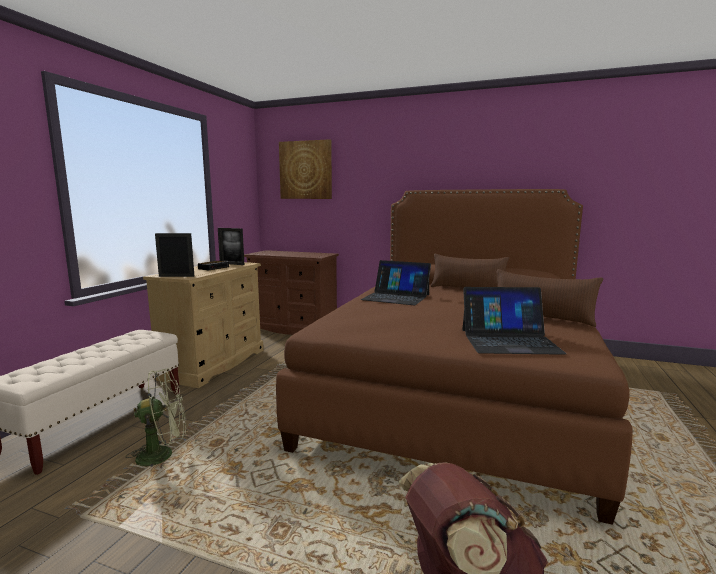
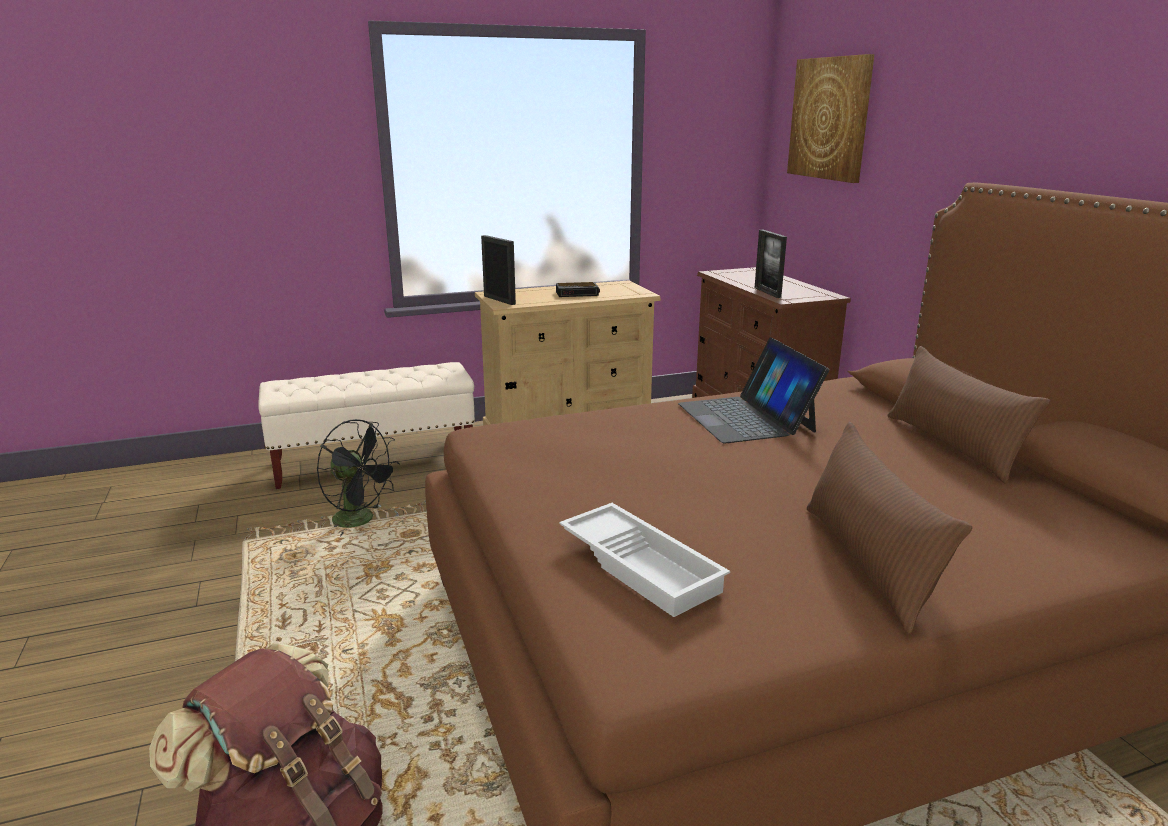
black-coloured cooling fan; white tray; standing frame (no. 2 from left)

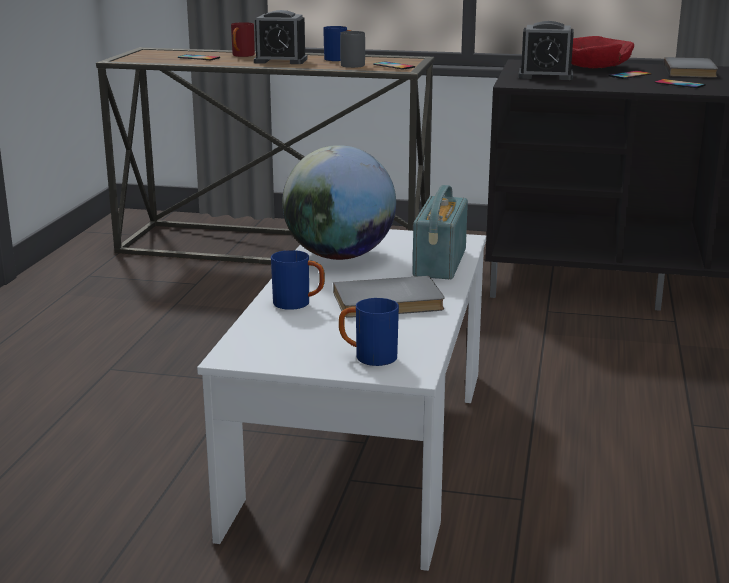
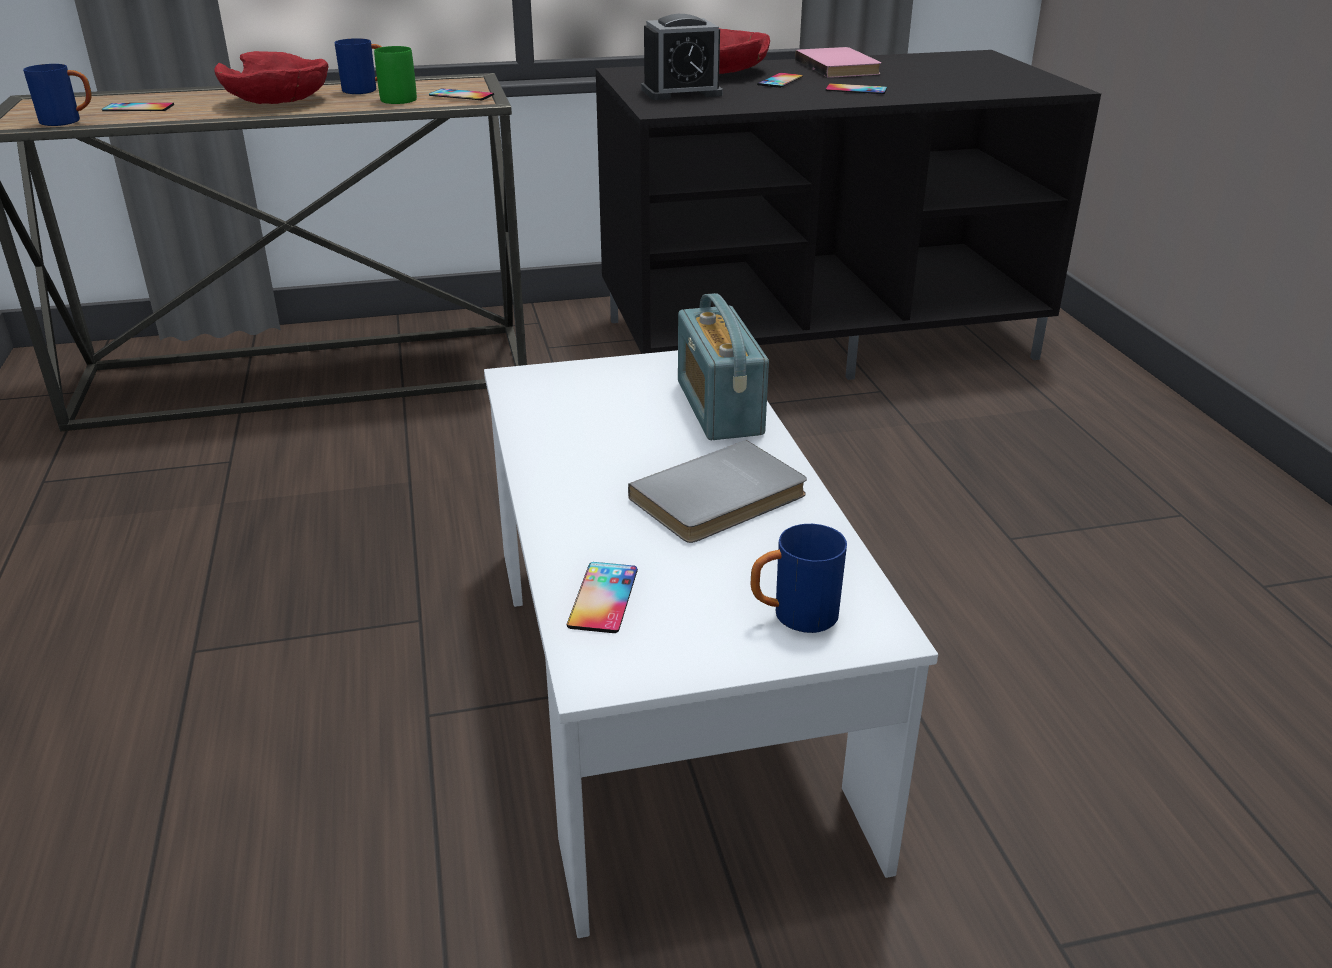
blue coffee mug (no. 1 from left); reddish deep dish (no. 1 from left); greenish coffee mug; phone (no. 3 from left); pink bound book; reddish coffee mug; desk globe

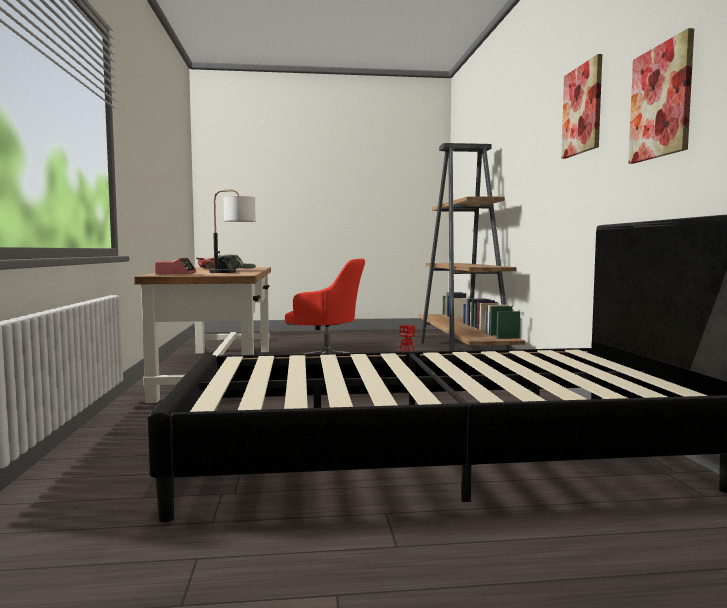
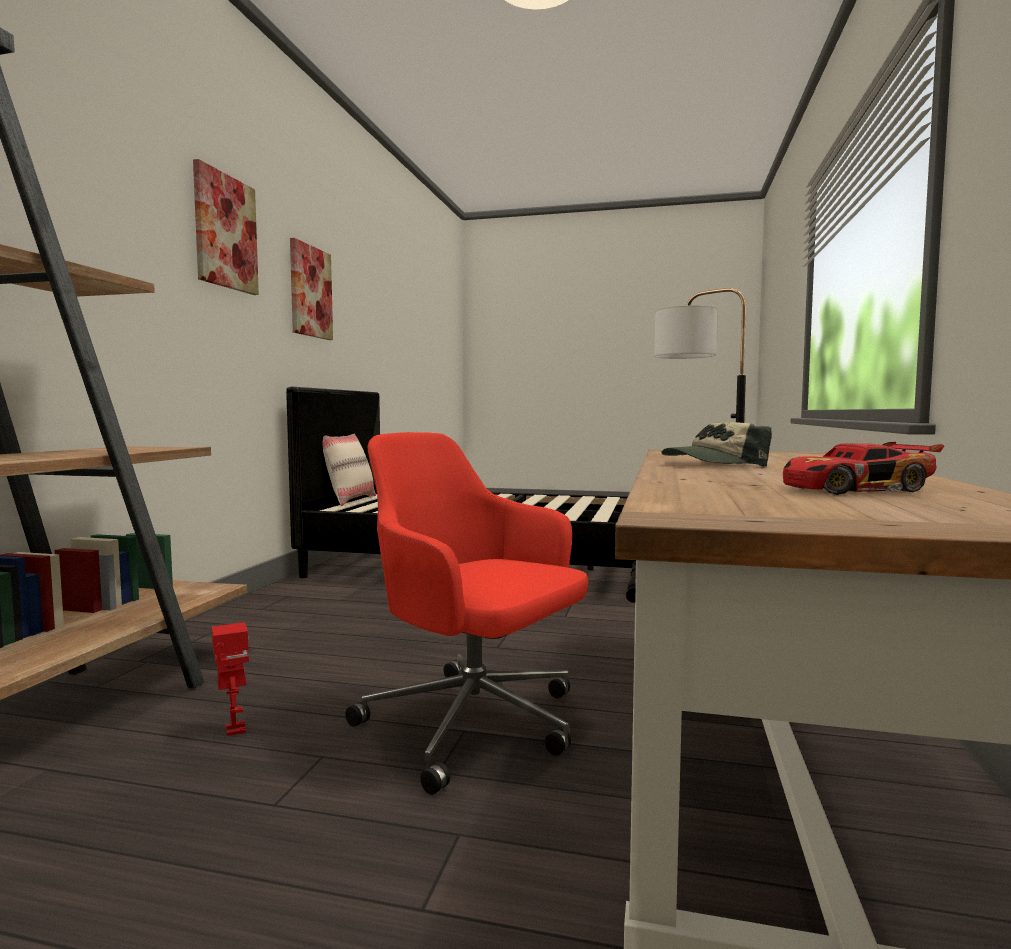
beige throw pillow; table clock

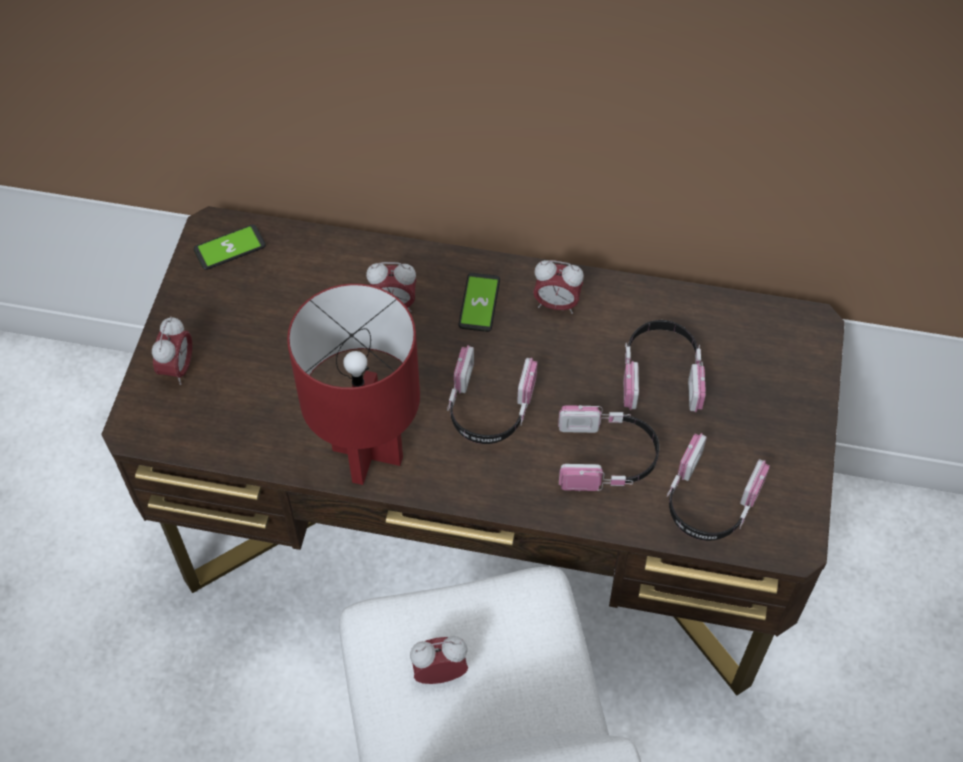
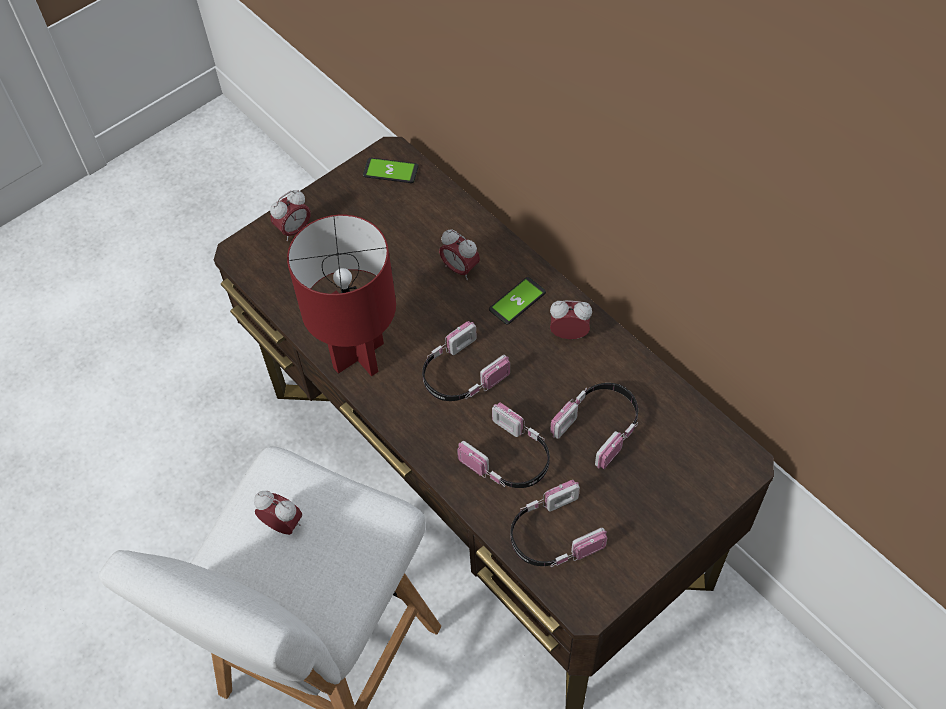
table clock (no. 4 from left)

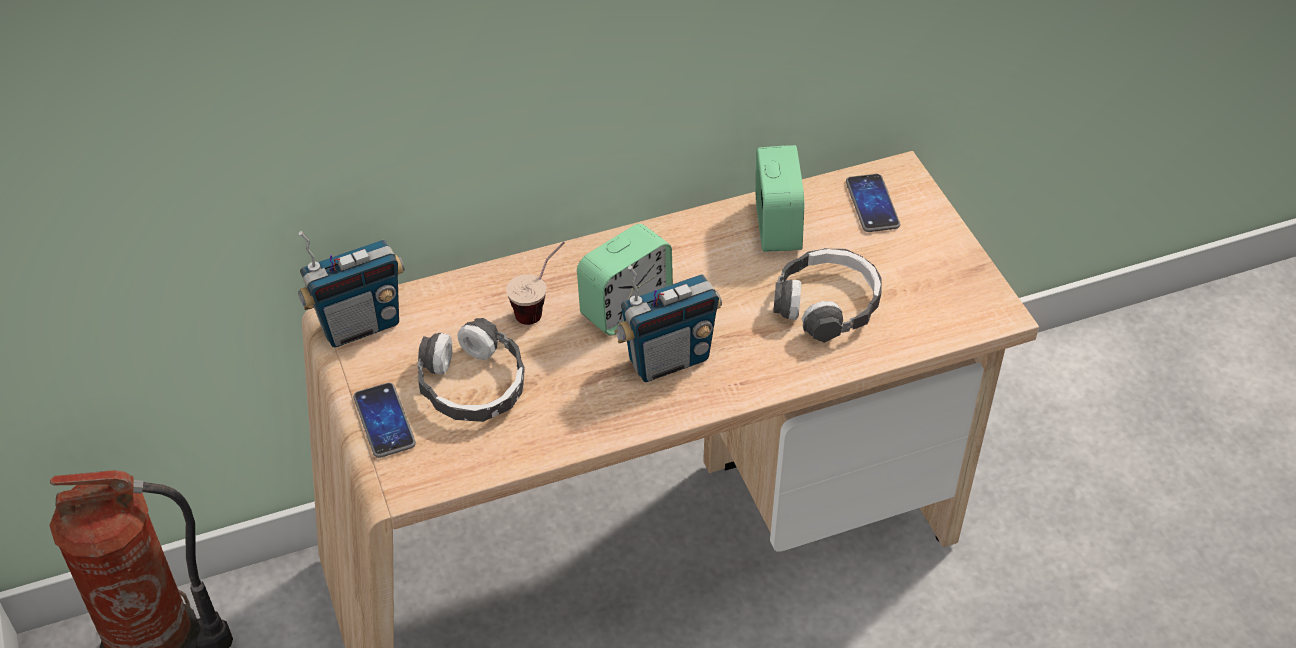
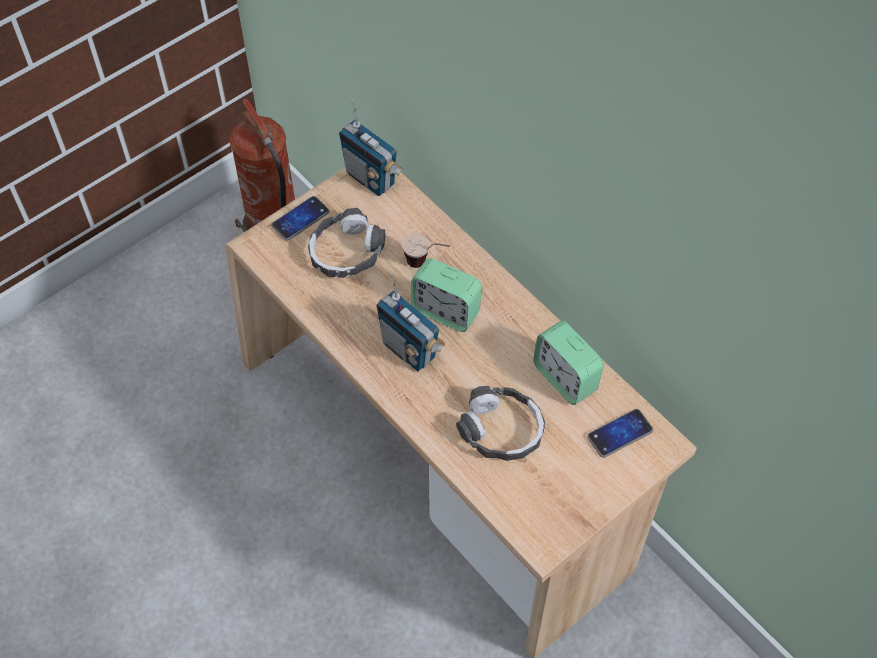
table clock (no. 2 from left)

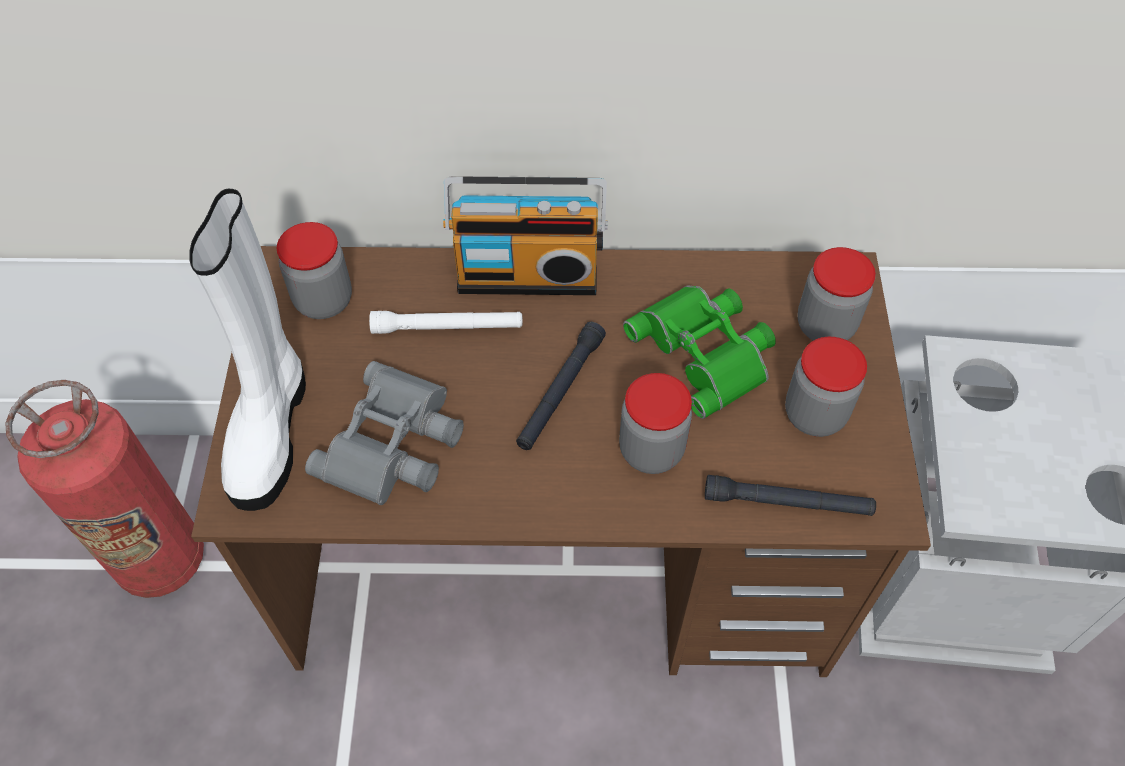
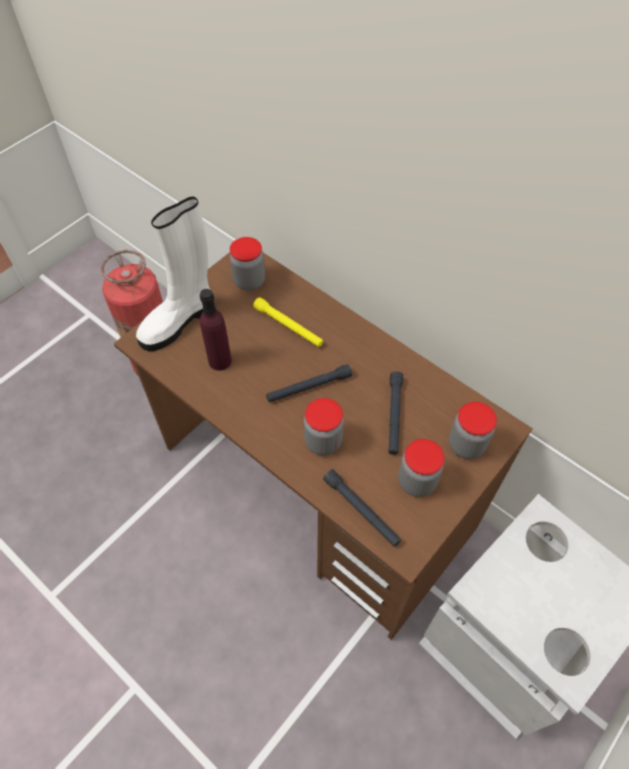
purple beverage bottle; yellow torch; black-coloured torch (no. 3 from left); radio

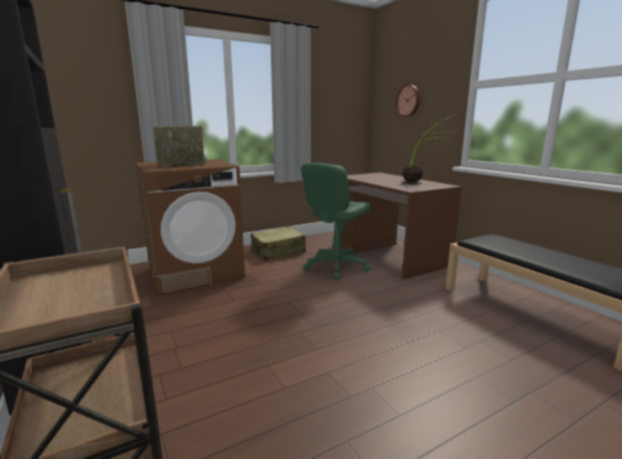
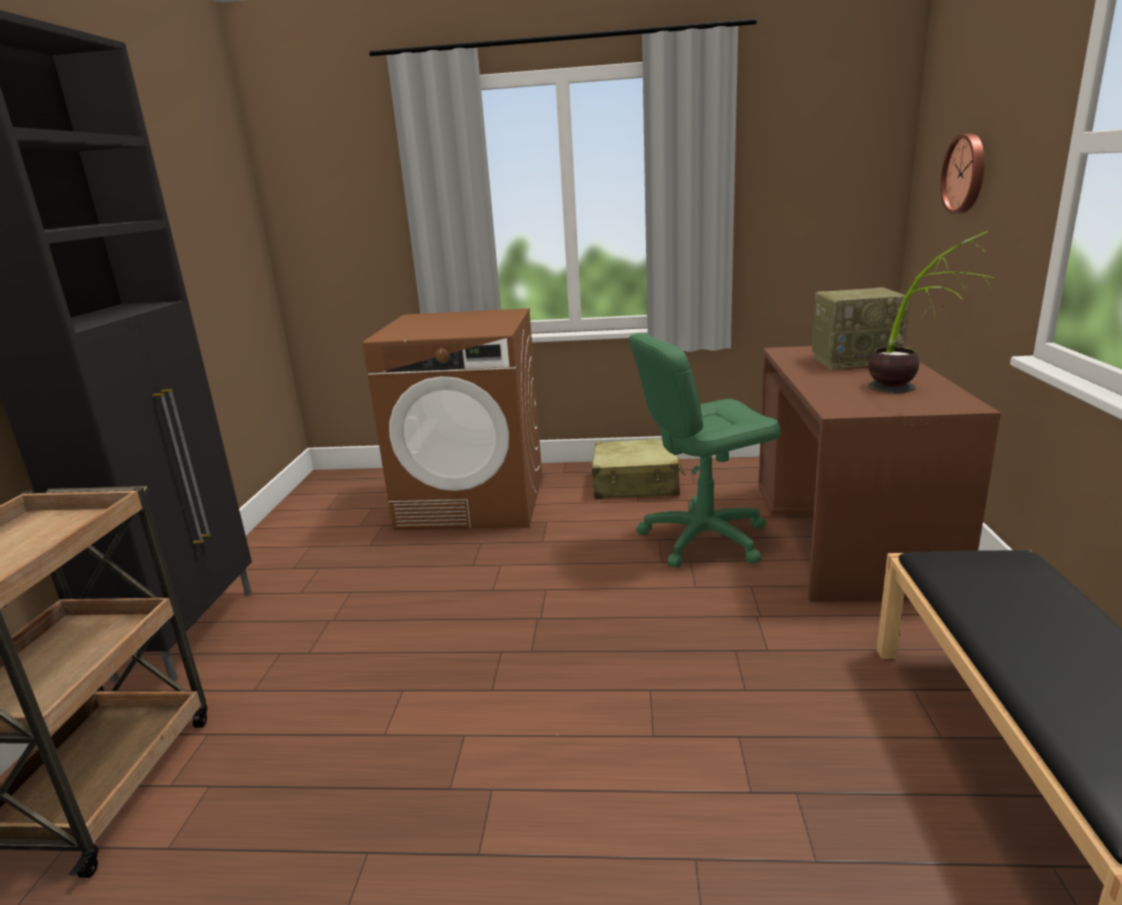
radio

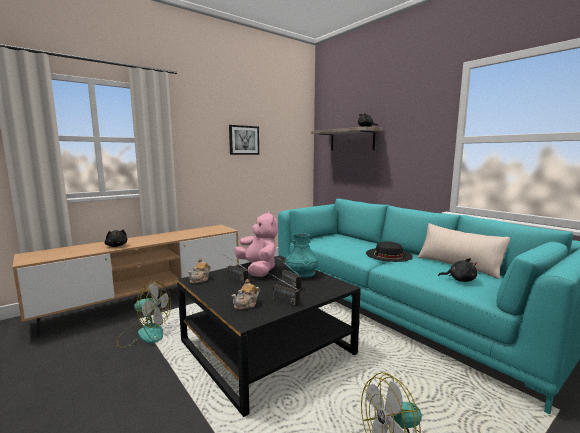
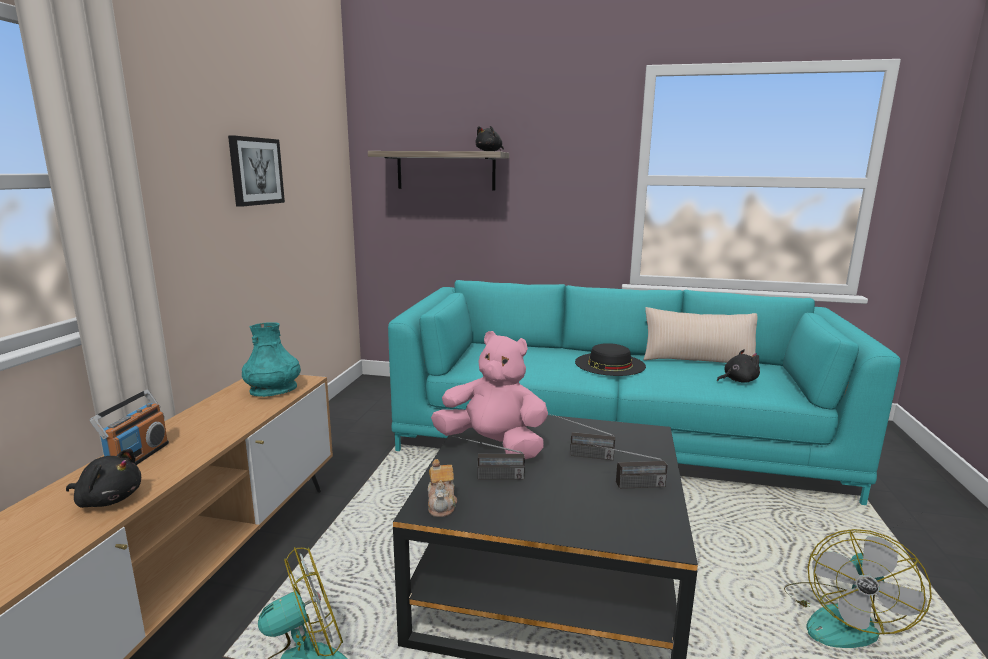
radio (no. 1 from left); turquoise-coloured flower vase; tea pot (no. 2 from left in the first image)

